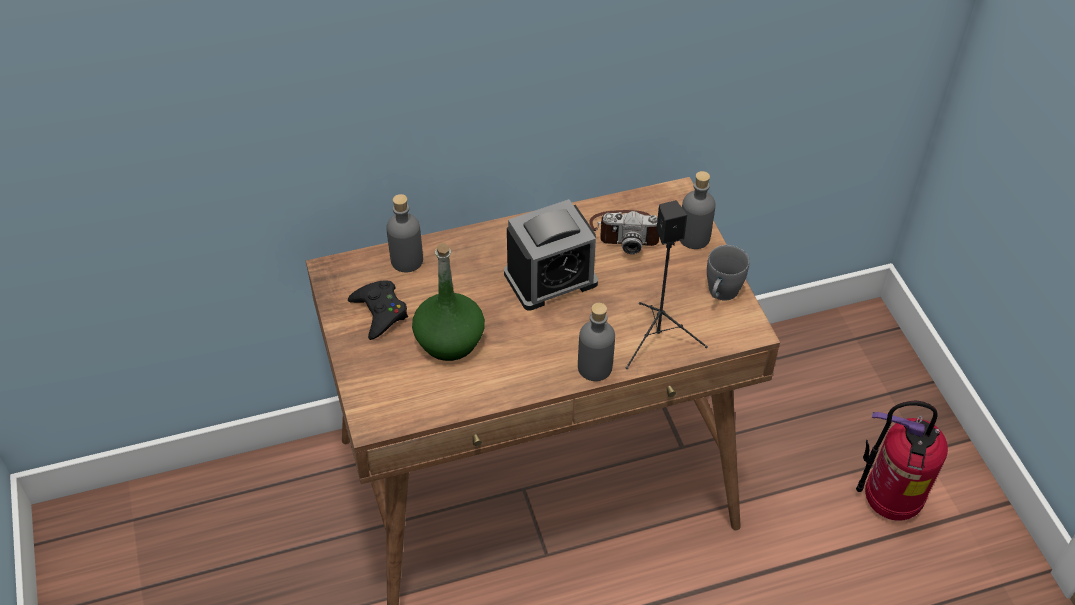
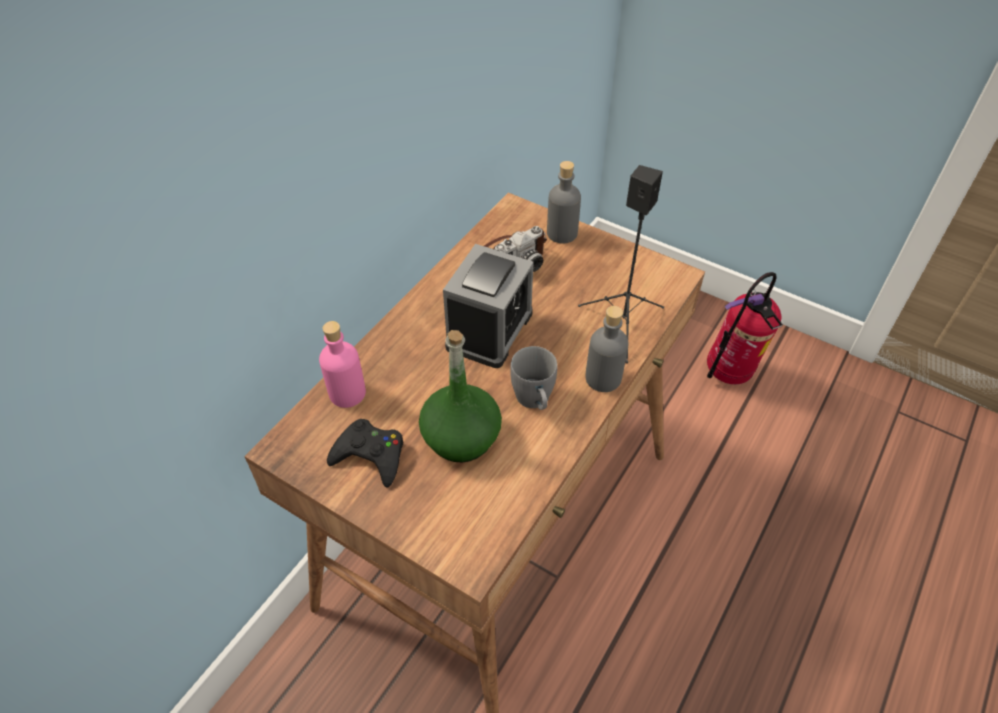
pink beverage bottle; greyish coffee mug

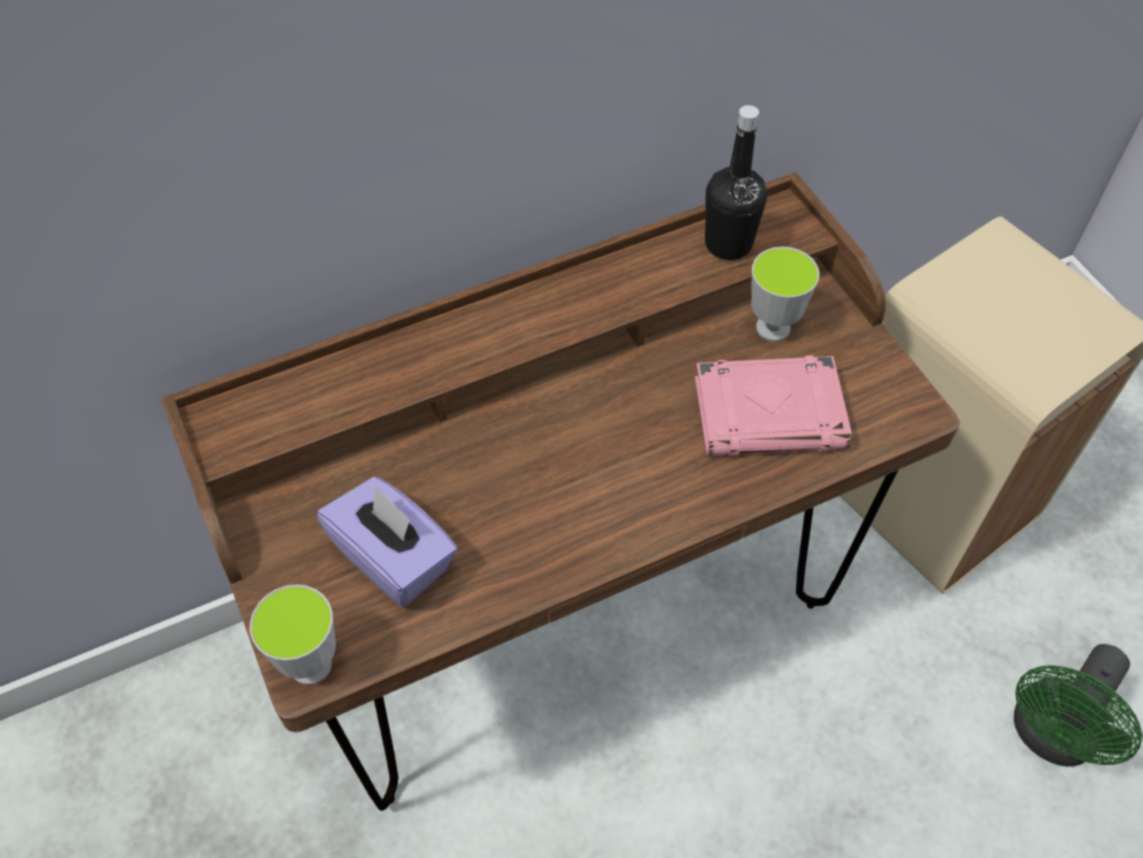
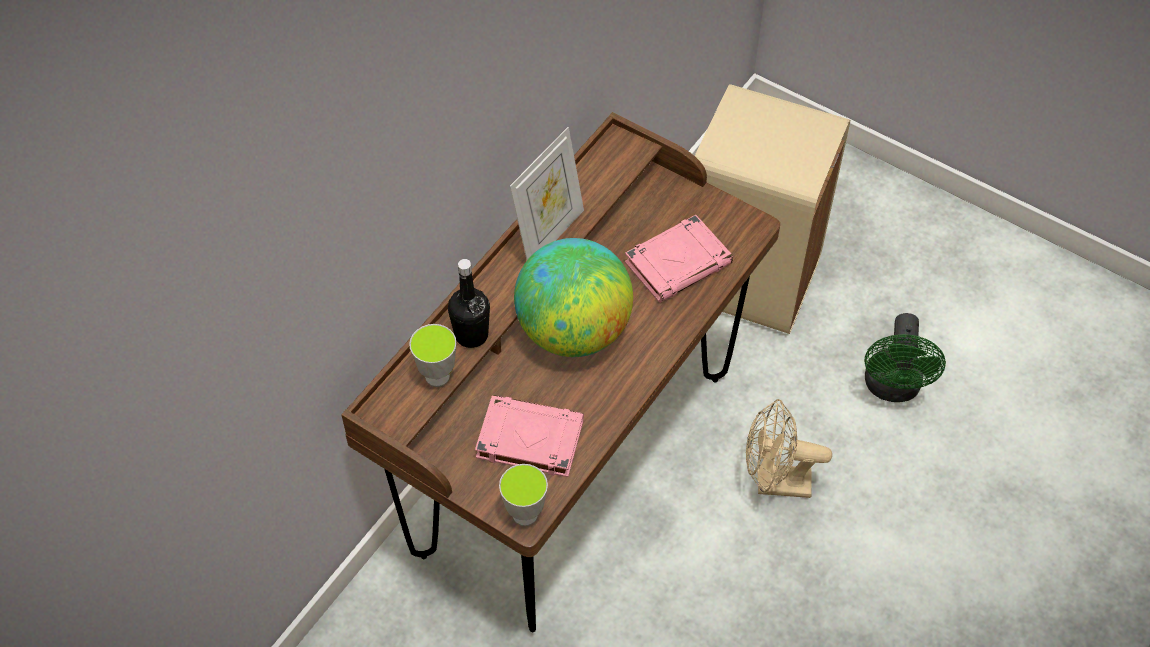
small cup (no. 1 from left); black-coloured beverage bottle; pink bound book (no. 1 from left); standing frame; desk globe; beige cooling fan

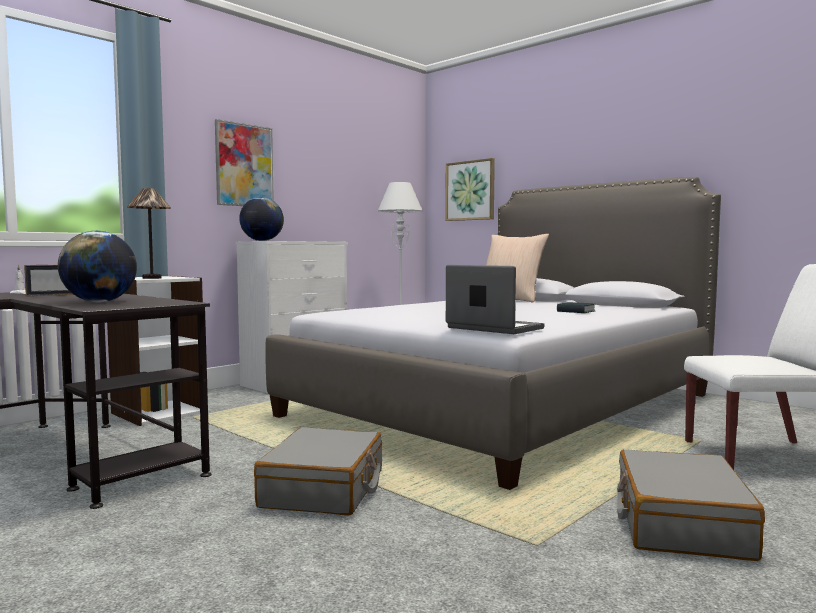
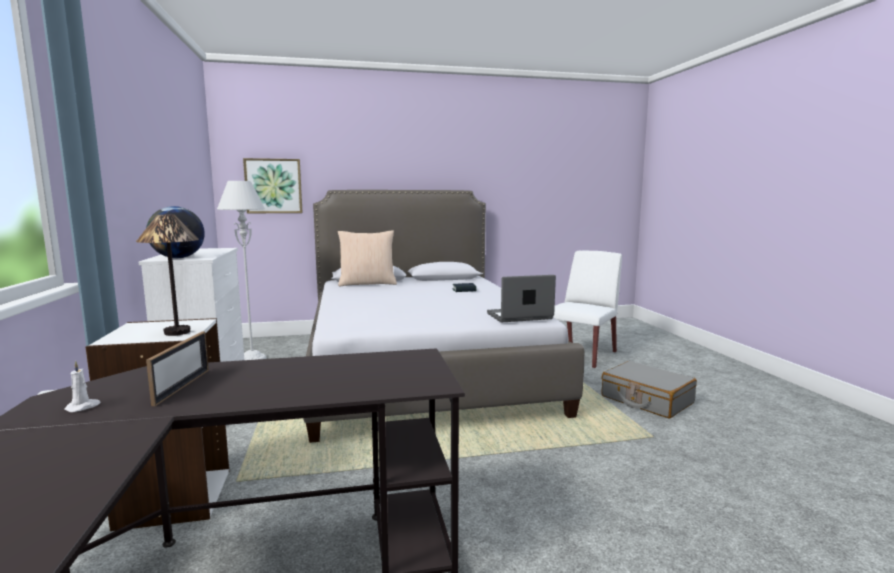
desk globe (no. 1 from left in the first image); wall art (no. 1 from left in the first image); greyish piece of luggage (no. 1 from left in the first image)

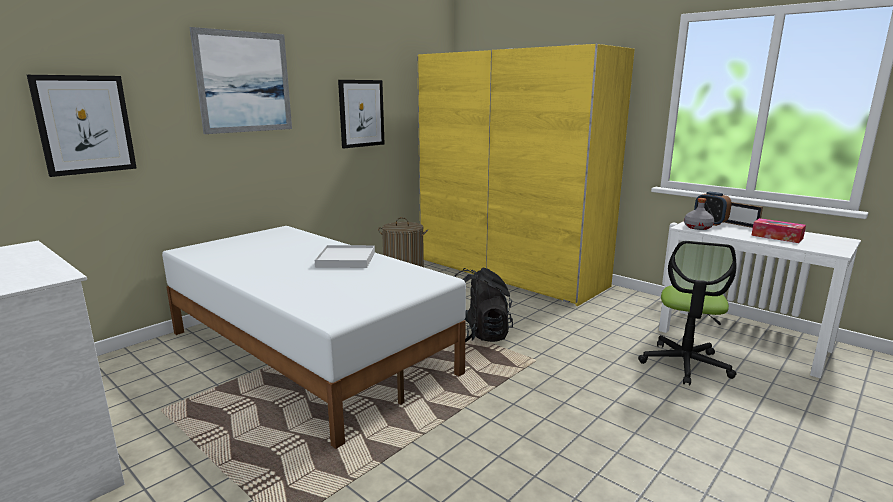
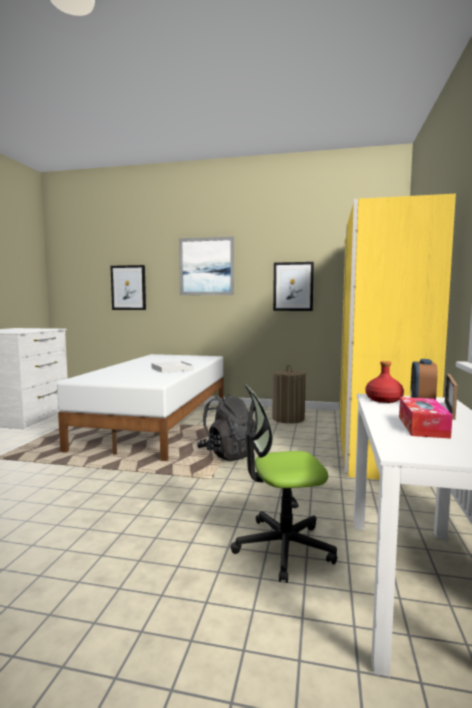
reddish beverage bottle

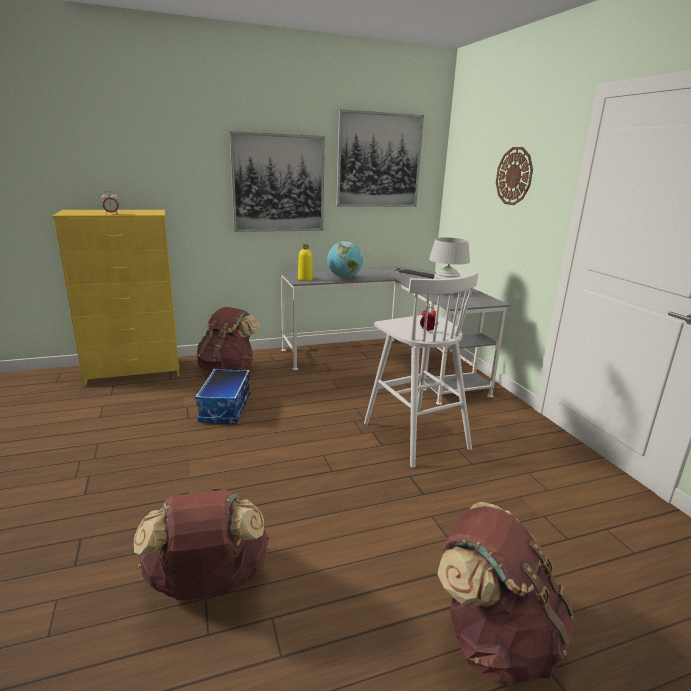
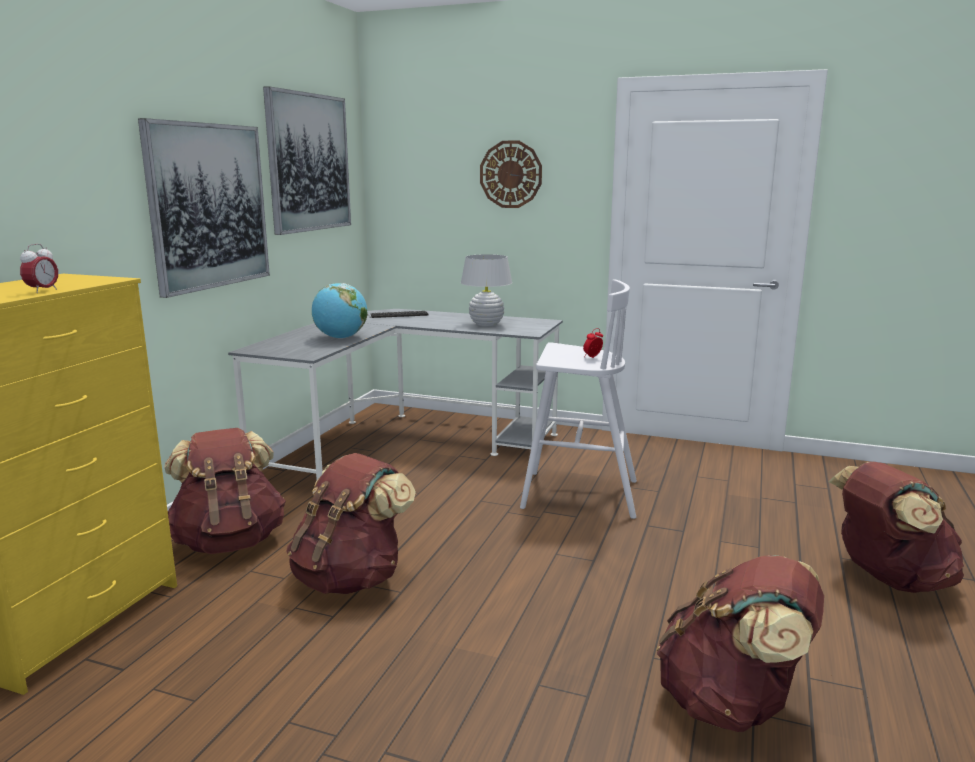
brown-coloured knapsack (no. 2 from left); yellow beverage bottle

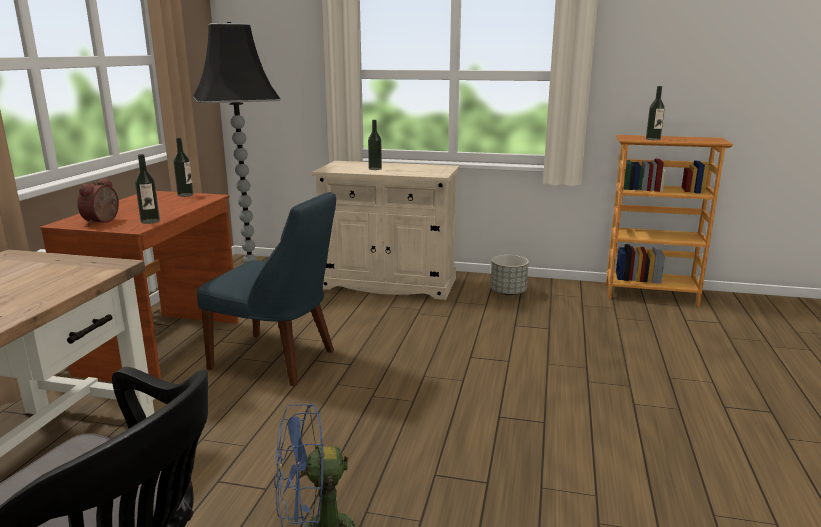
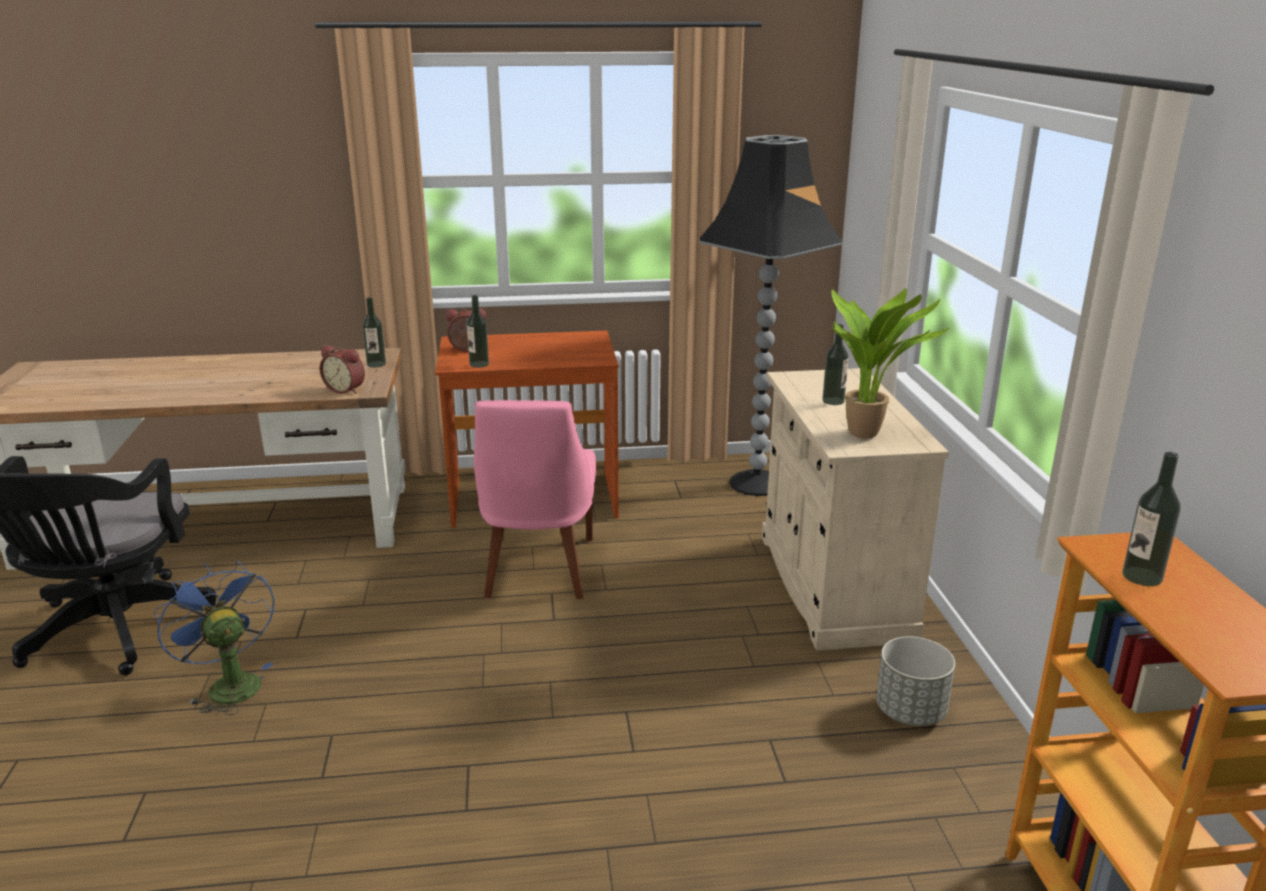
table clock (no. 1 from left); beverage bottle (no. 1 from left); pink plain chair; houseplant

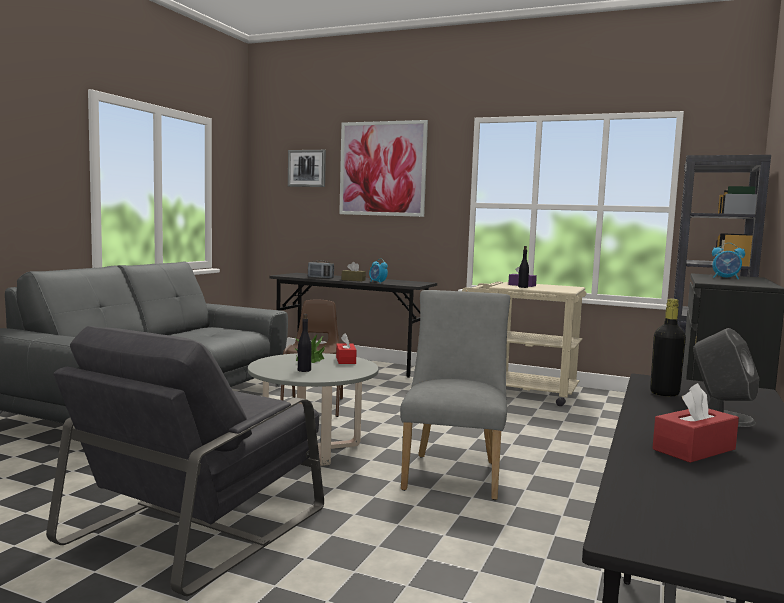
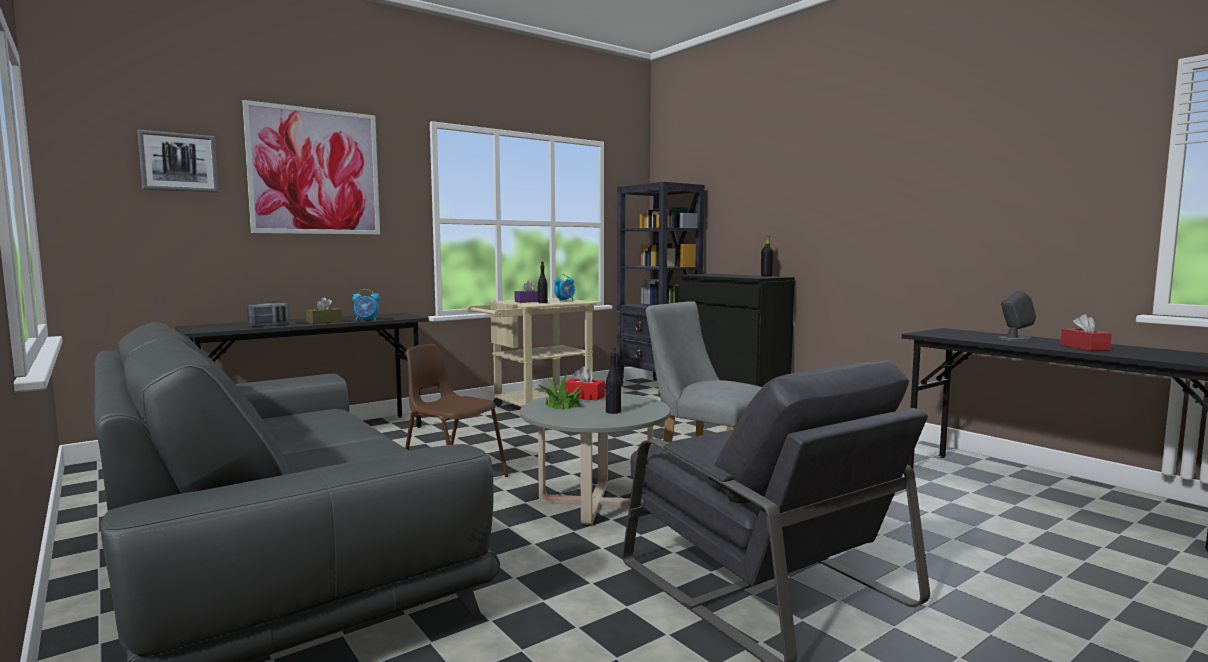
table clock (no. 2 from left); black-coloured beverage bottle (no. 3 from left)

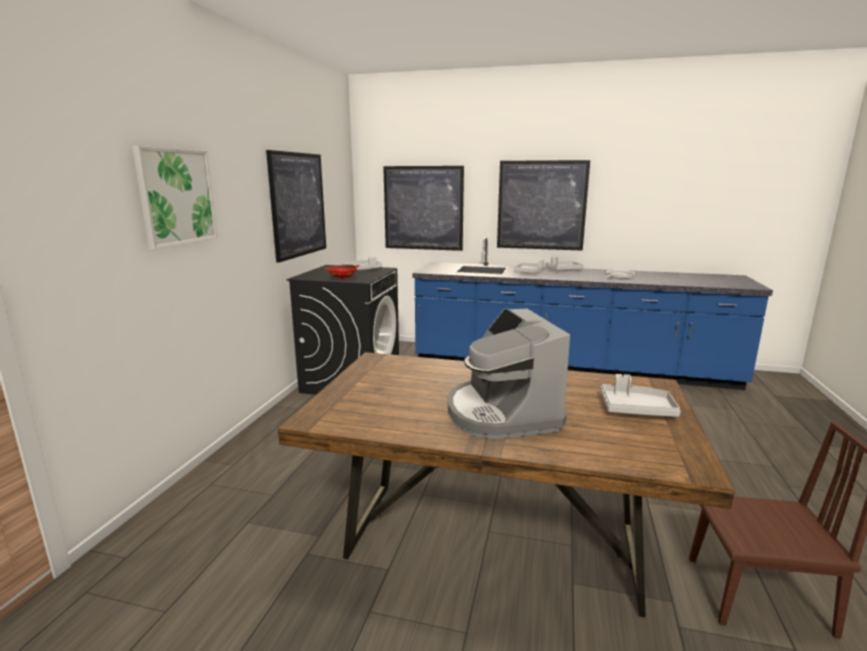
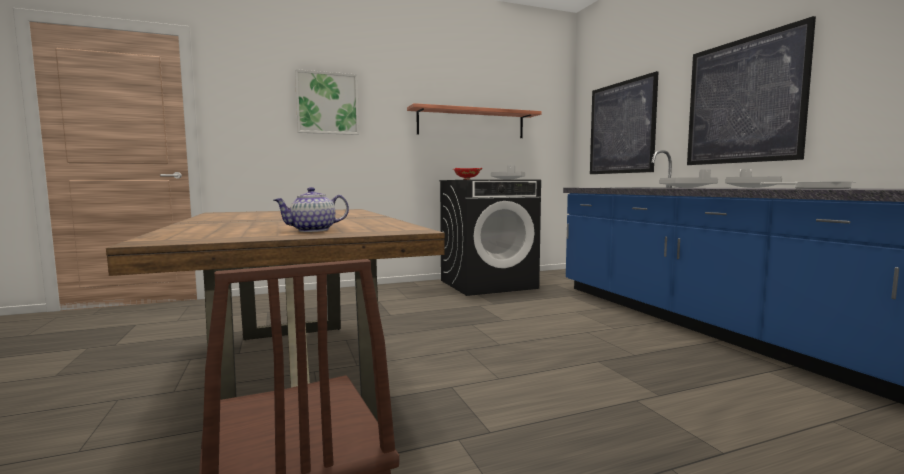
tea pot; bracket shelf; coffee brewer

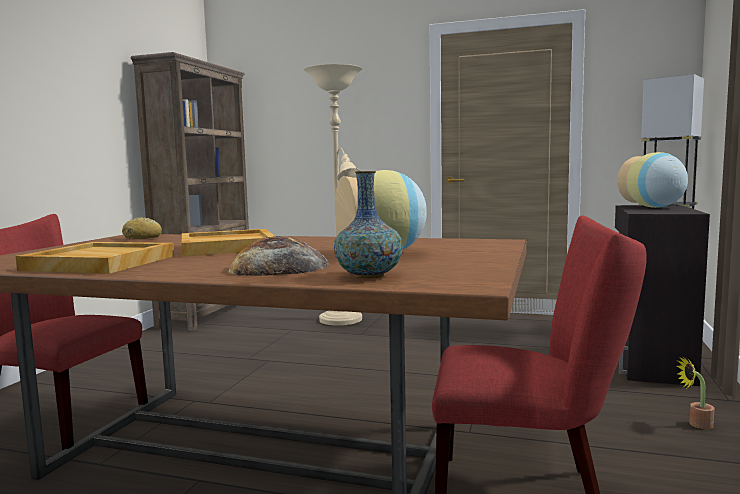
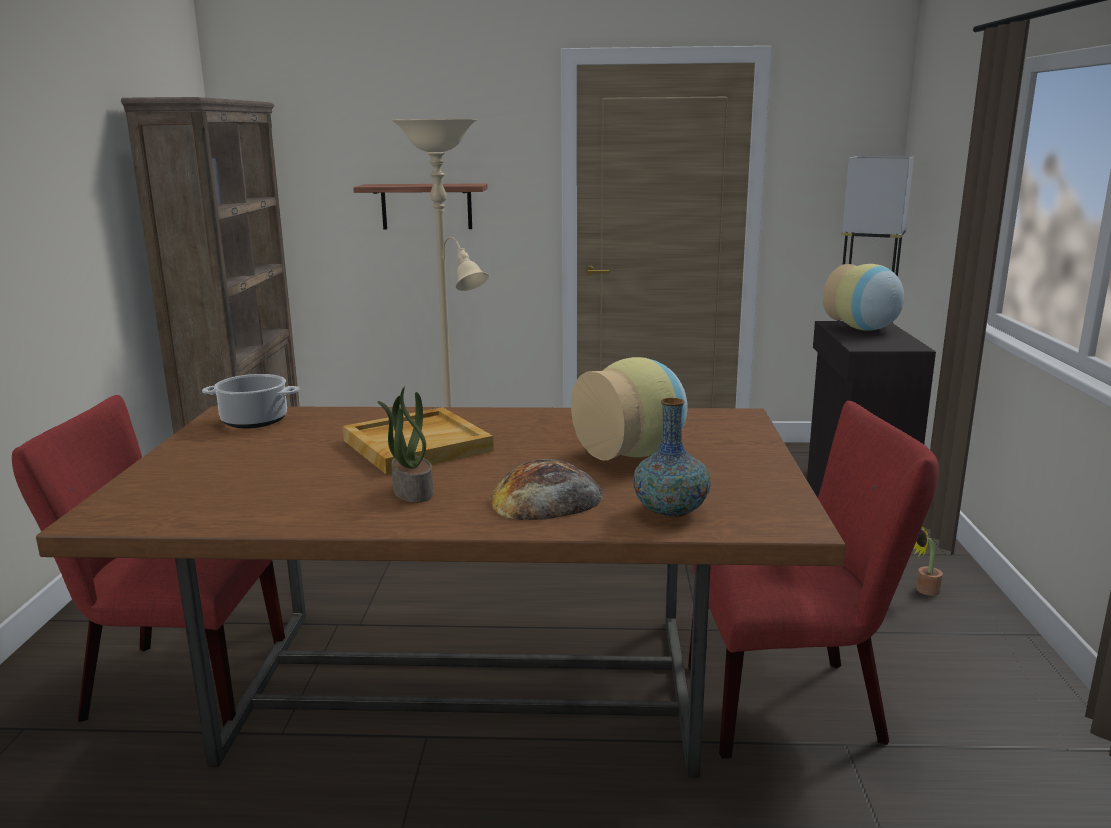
saucepot; bracket shelf; houseplant (no. 1 from left); beige tray (no. 1 from left in the first image)

